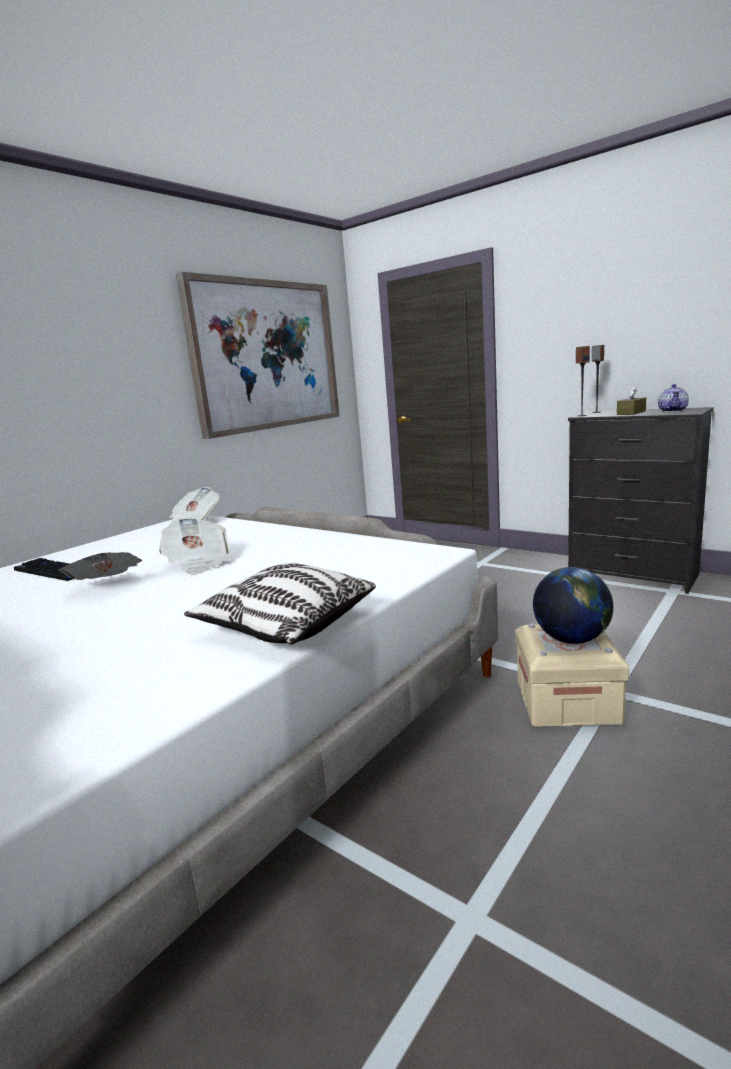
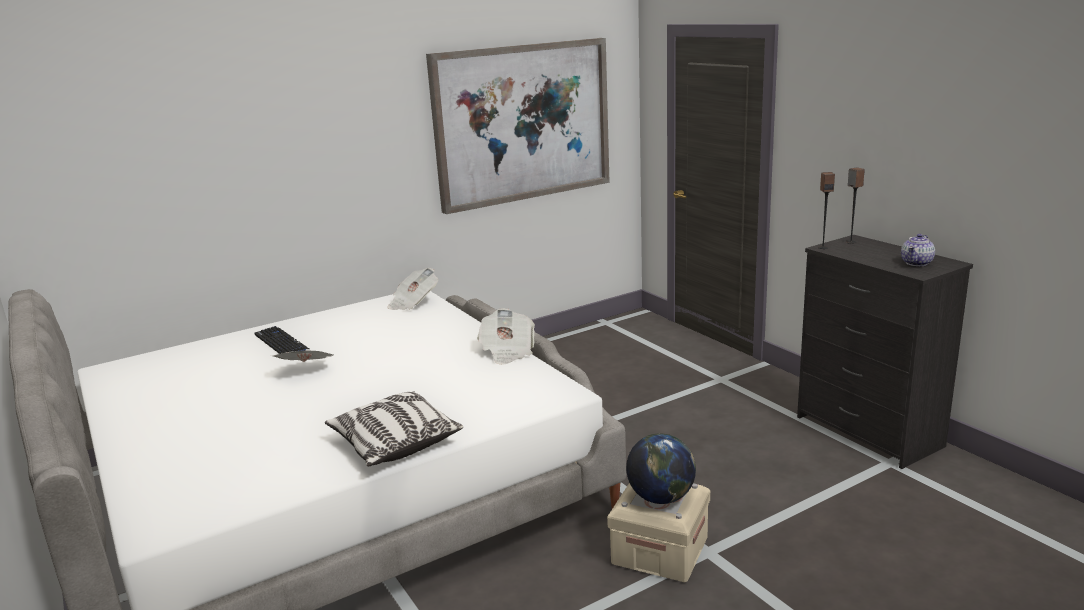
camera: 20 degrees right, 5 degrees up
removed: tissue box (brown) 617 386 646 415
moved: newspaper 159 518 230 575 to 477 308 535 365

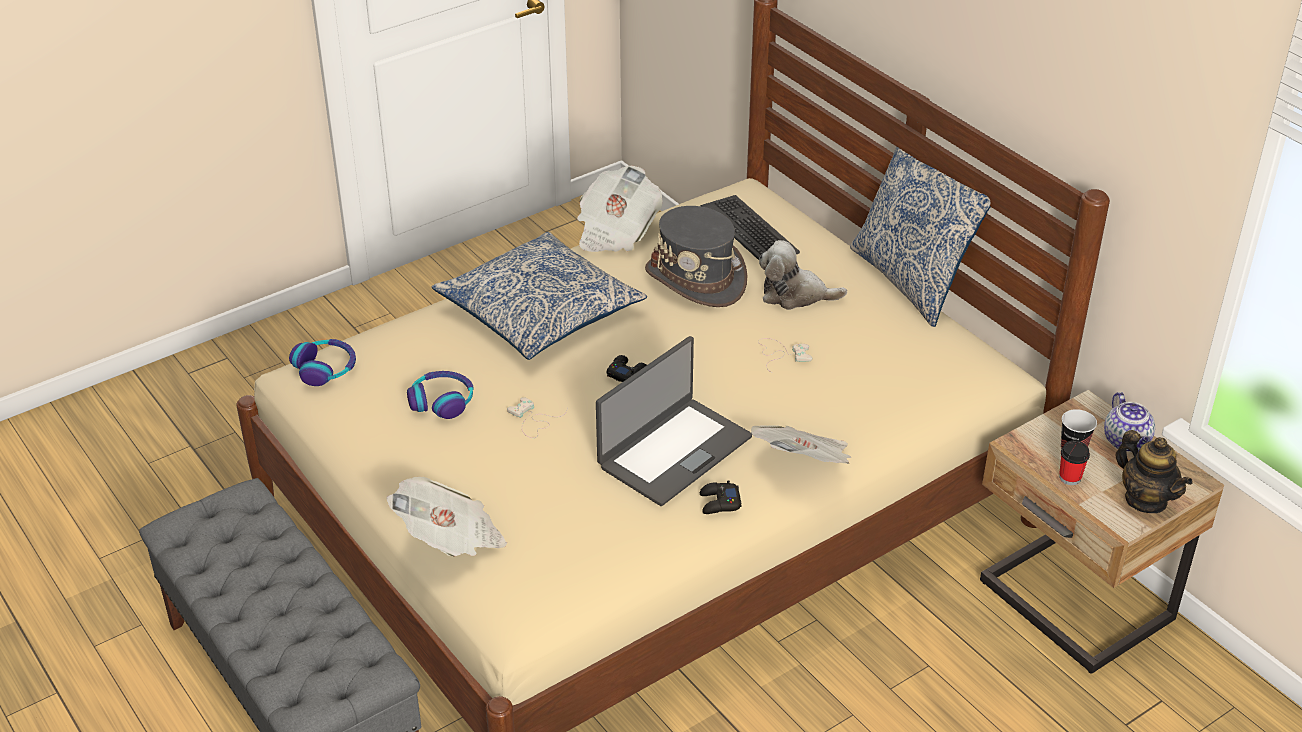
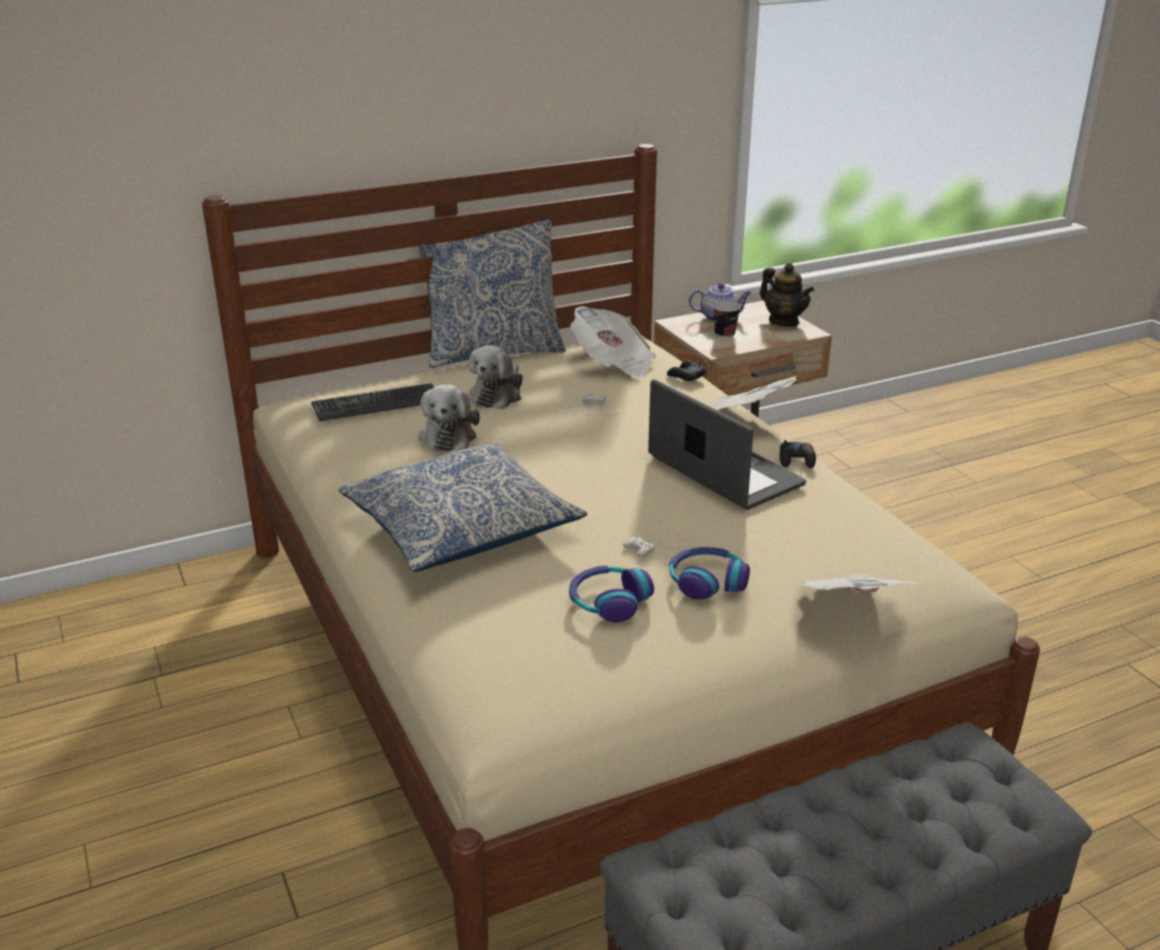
camera: 80 degrees left, 10 degrees down
removed: cup 1059 440 1090 485
moved: headphones 289 339 356 386 to 669 547 750 600; newspaper 577 165 663 252 to 570 306 657 379; game controller (black) 607 355 647 382 to 667 360 707 381
replaced: hat (grey) 645 206 747 307 to plush toy 418 385 480 451
turned: teapot 1116 430 1193 513 = 760 263 814 327 75 degrees clockwise

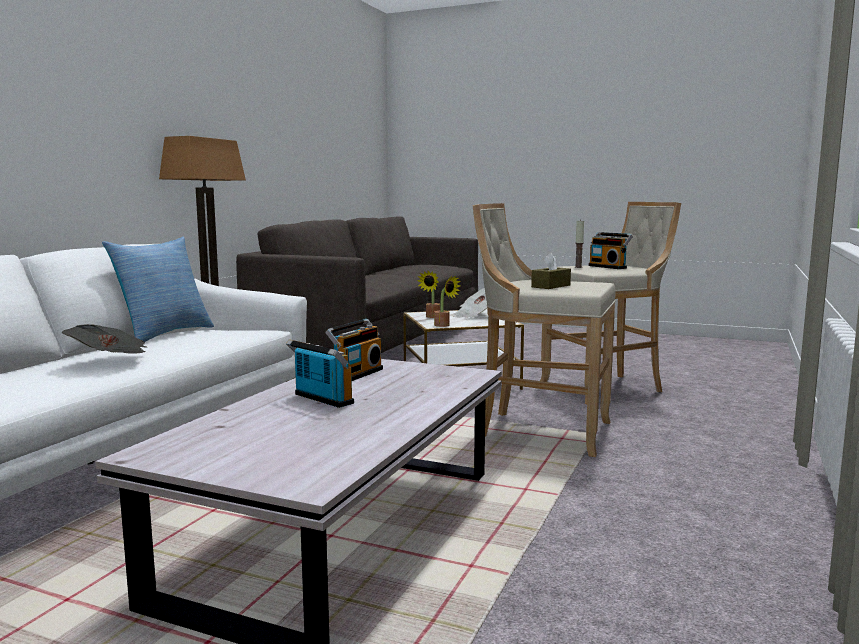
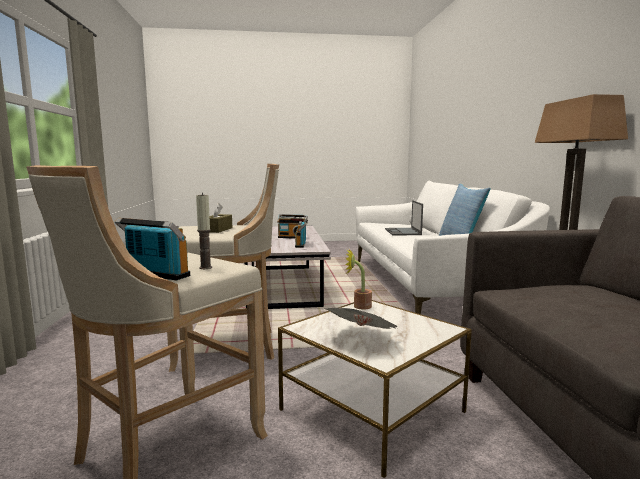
camera: 150 degrees right, 0 degrees up
removed: potted plant 417 271 440 318
replaced: newspaper 62 324 146 354 to laptop 385 200 423 235

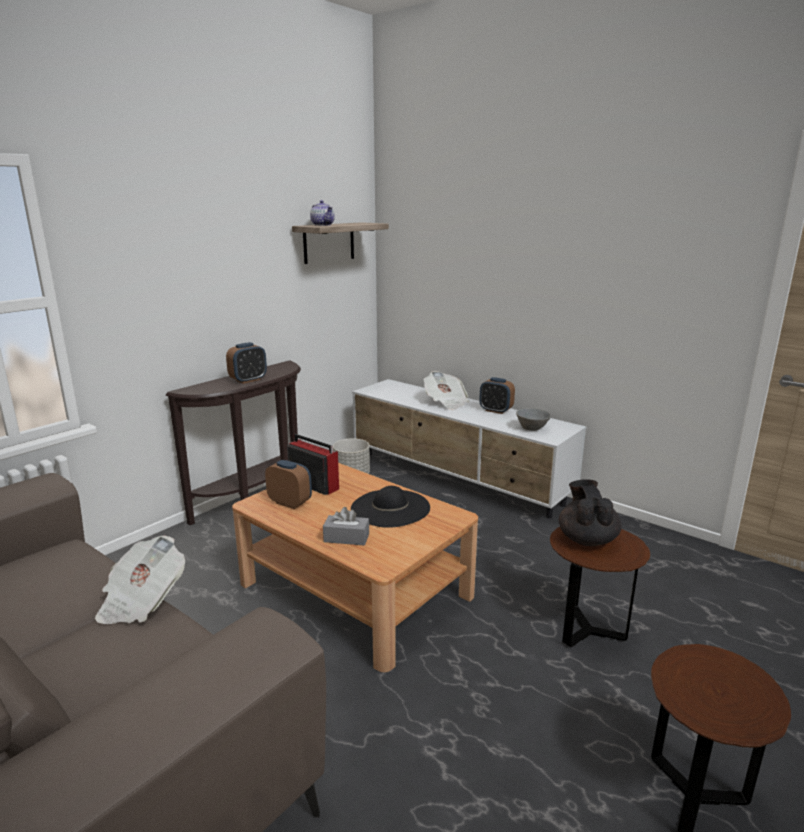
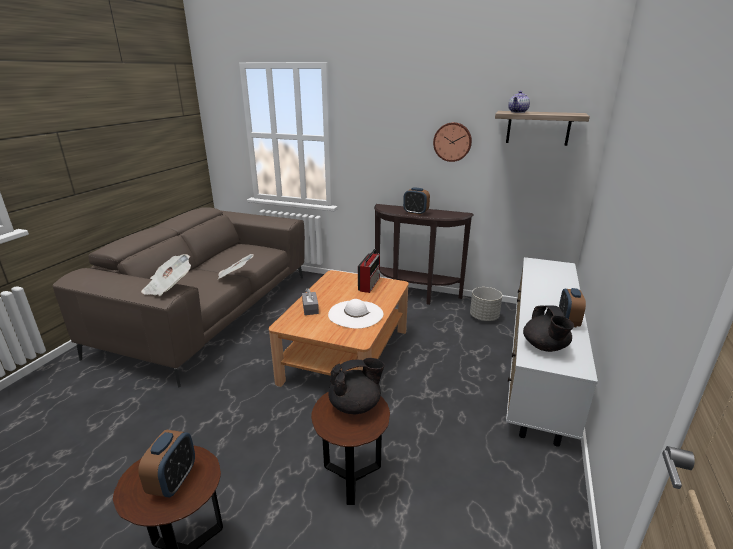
camera: 70 degrees right, 5 degrees up
added: wall clock 433 122 472 162
moved: alarm clock 265 460 312 509 to 138 430 195 497; newspaper 424 371 469 410 to 141 254 191 296
replaced: bowl (grey) 516 408 551 431 to teapot (black) 523 305 574 352
recoloured: hat (black) 351 486 430 528 to hat (white) 328 299 383 329

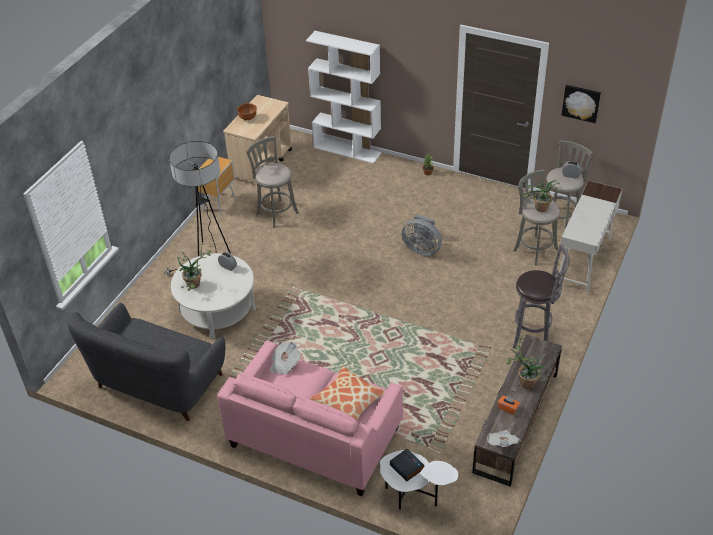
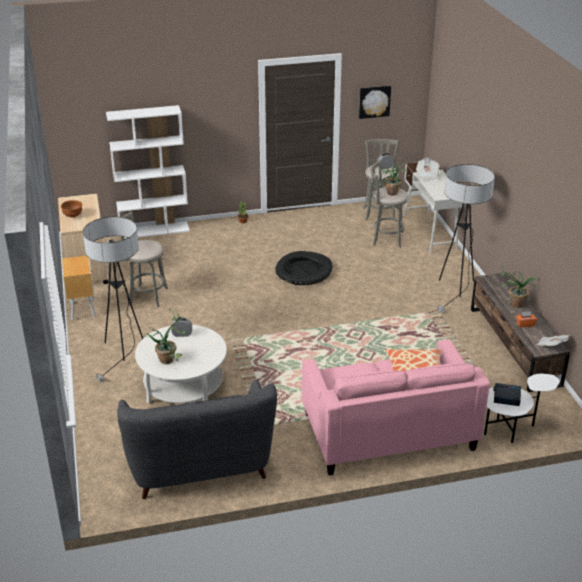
camera: 40 degrees left, 10 degrees down
moved: newspaper 270 342 301 375 to 416 158 440 182
replaced: fan (grey) 402 214 442 256 to dog bed (black) 275 251 333 285; stool (grey) 513 244 570 348 to floor lamp 438 164 495 313

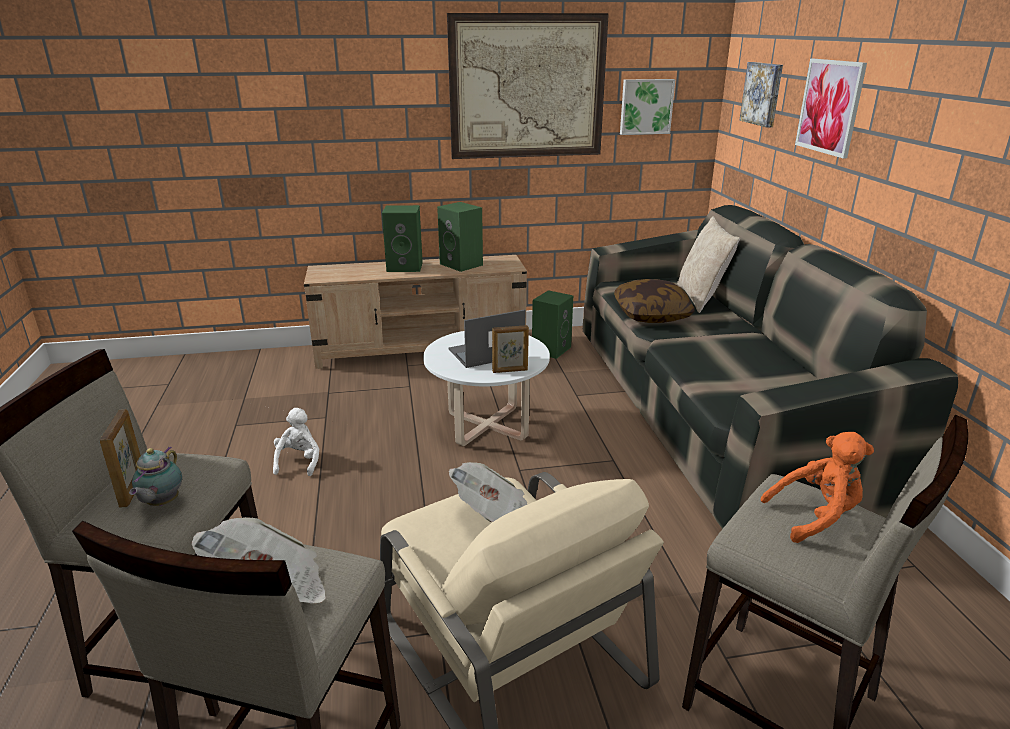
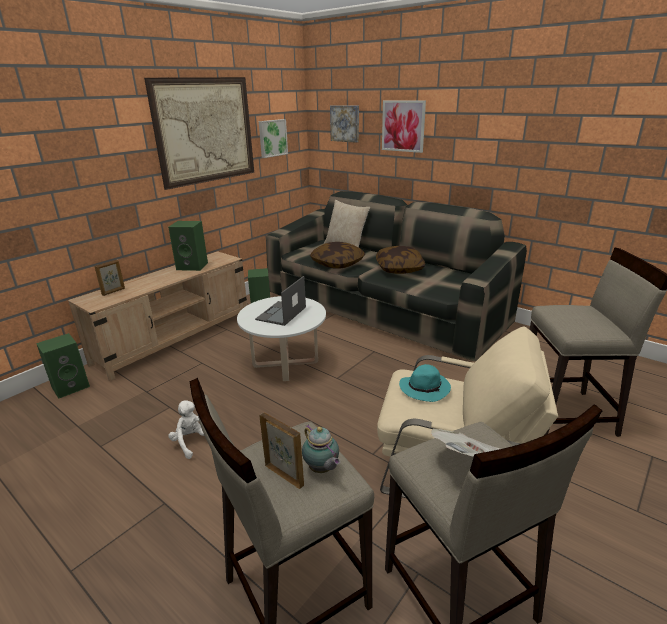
camera: 40 degrees left, 0 degrees up
removed: plush toy (orange) 760 432 874 543
added: pillow 376 246 425 274
moved: speaker (green) 382 205 423 272 to 36 333 90 399; picture frame 492 325 529 373 to 94 260 125 296
replaced: newspaper 449 462 527 522 to hat (turquoise) 399 364 451 402

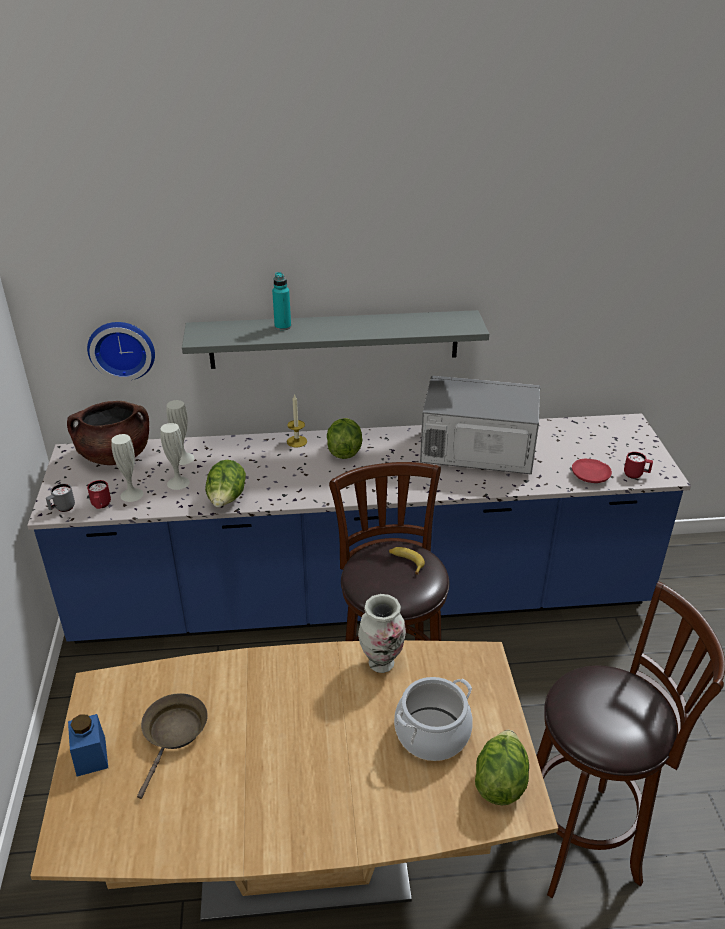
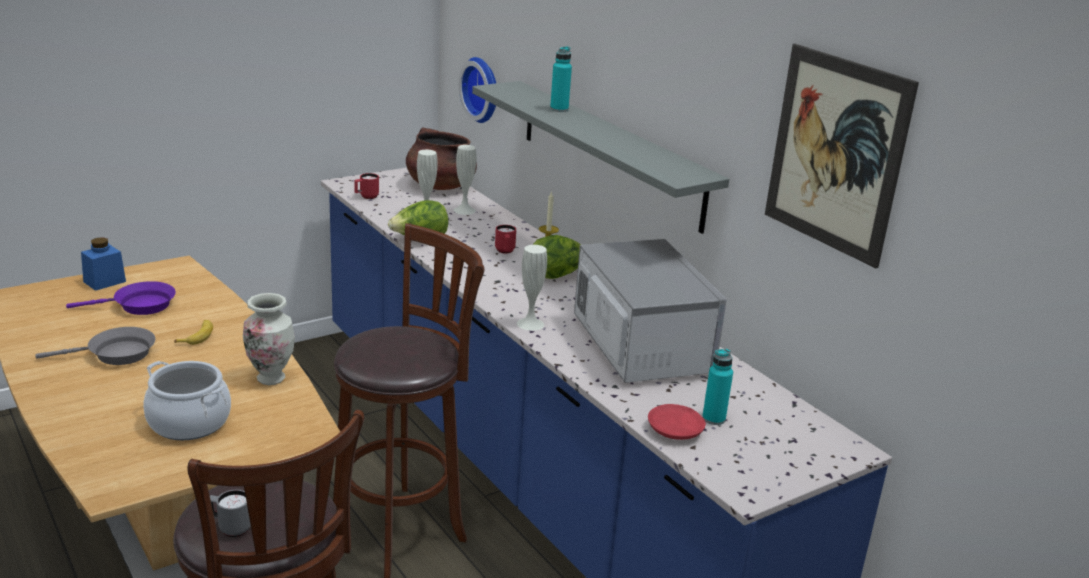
camera: 60 degrees right, 10 degrees down
removed: lettuce 475 730 529 805
added: frying pan (grey) 35 327 155 365; bottle (turquoise) 702 349 733 425; picture 765 44 919 268
moved: mug (grey) 46 483 75 512 to 210 490 251 537; vase (white) 111 434 143 502 to 517 245 547 331; banana 389 547 425 575 to 174 320 213 345; mug (red) 624 452 653 479 to 495 225 516 253
recoloured: frying pan (brown) 137 693 208 799 to frying pan (purple) 66 281 176 315

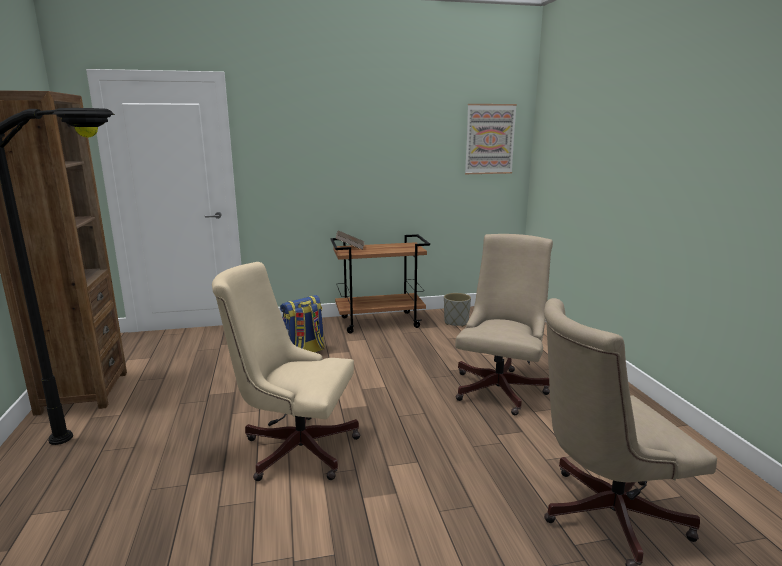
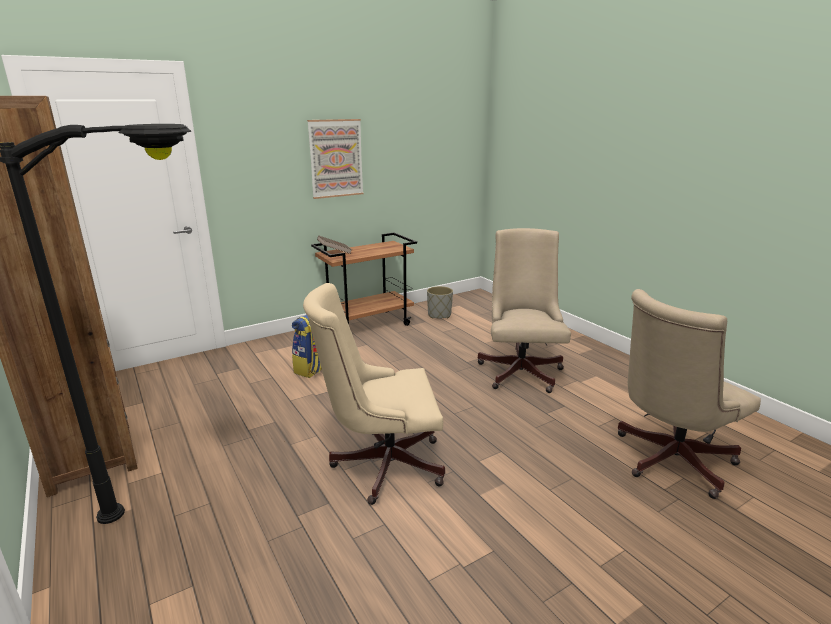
camera: 20 degrees left, 5 degrees up
moved: picture 465 104 517 174 to 307 119 364 199

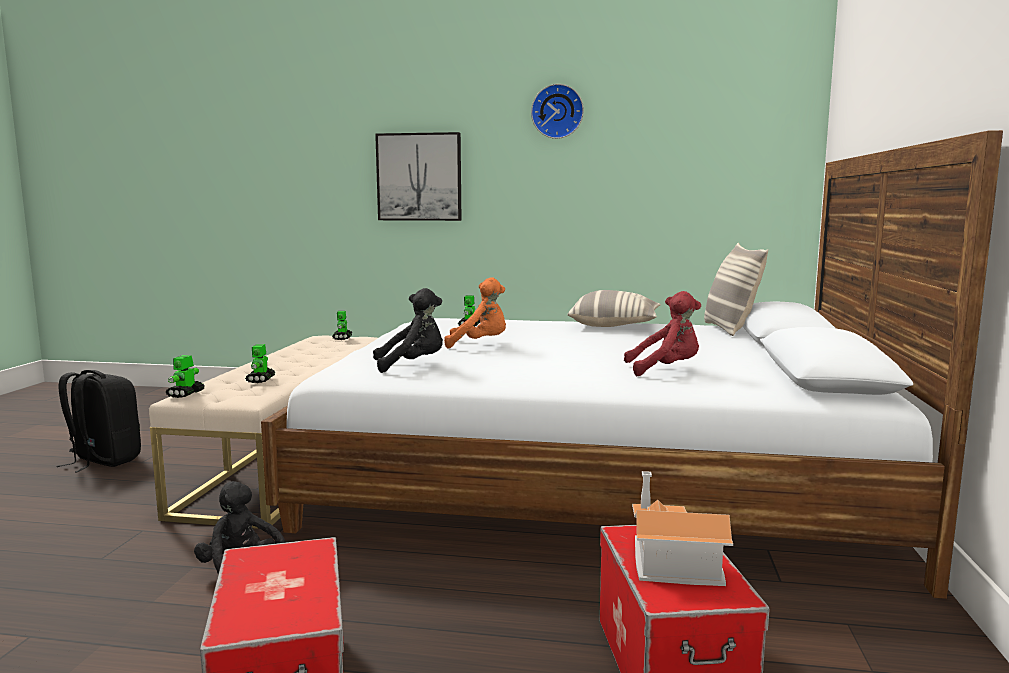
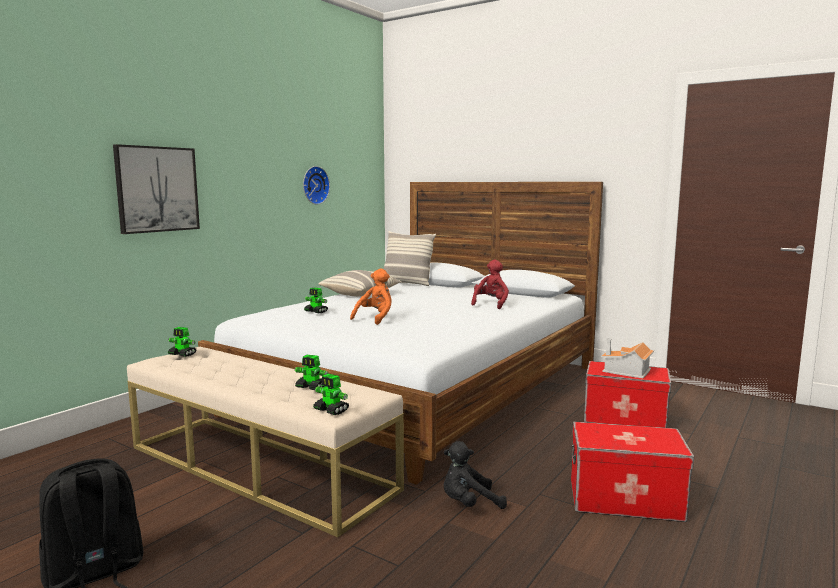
camera: 65 degrees left, 0 degrees up
removed: plush toy (black) 373 288 443 373
moved: wall clock 531 84 584 139 to 303 166 330 205

